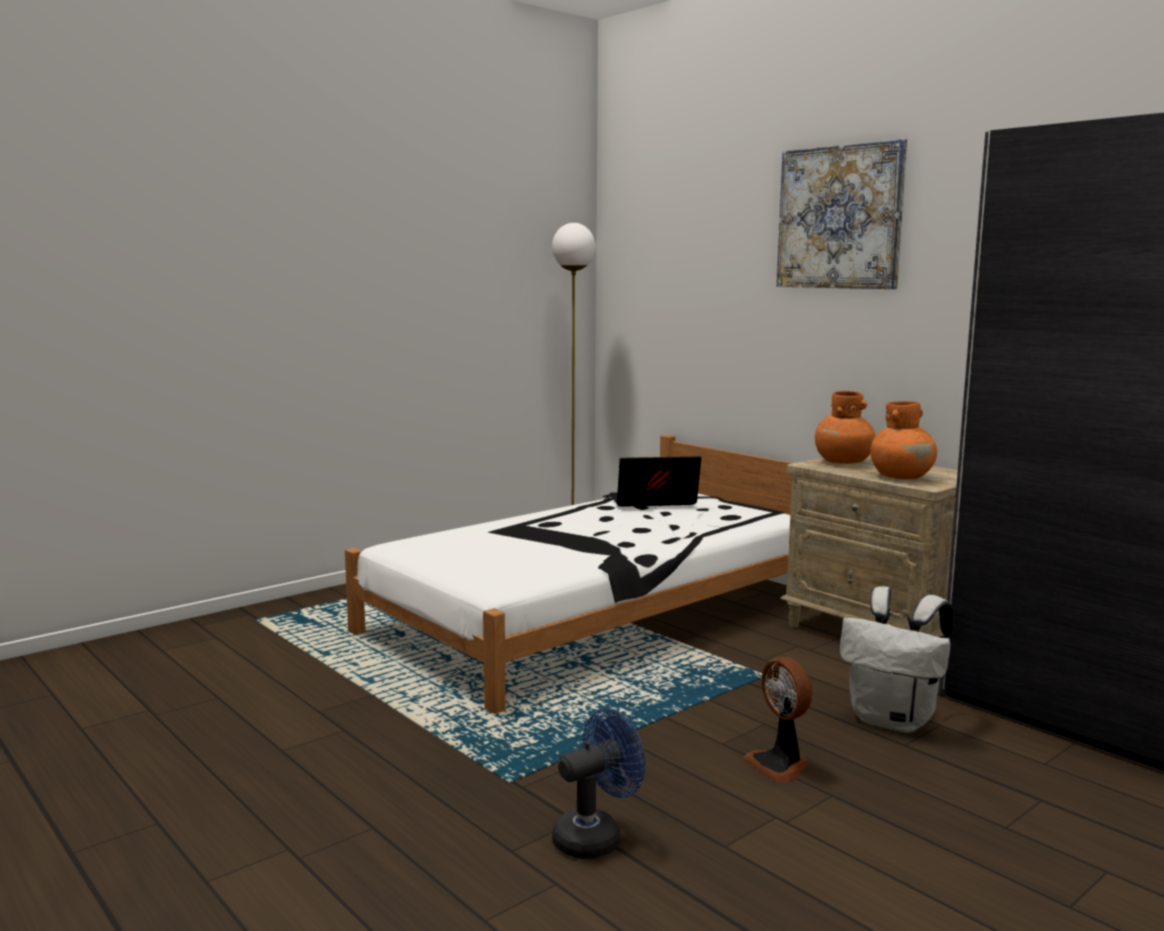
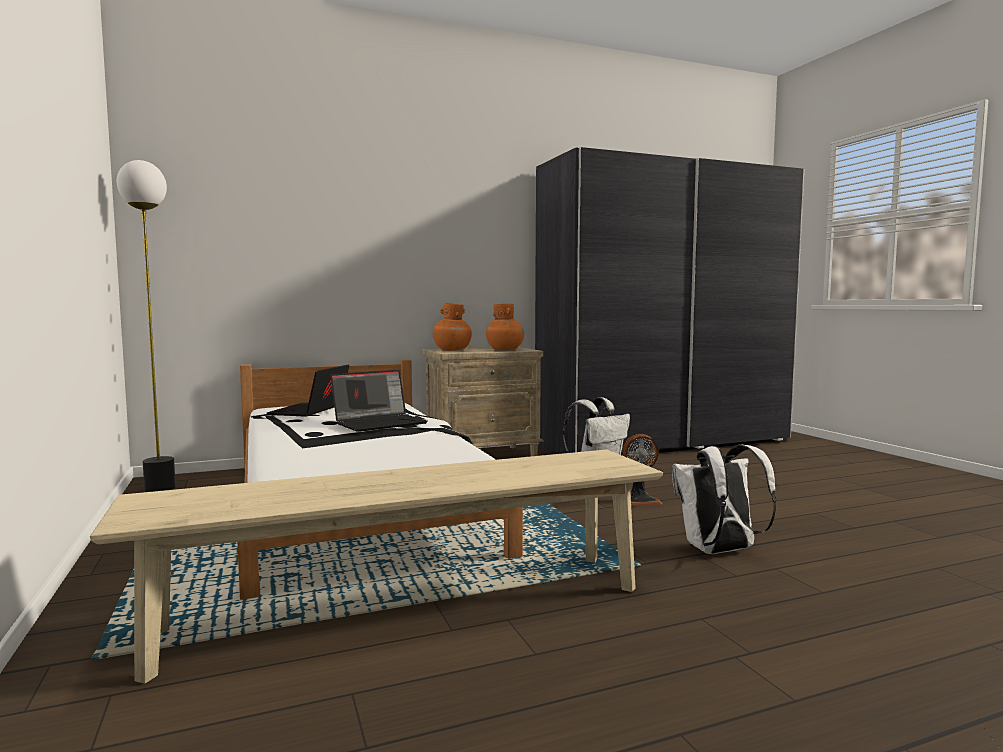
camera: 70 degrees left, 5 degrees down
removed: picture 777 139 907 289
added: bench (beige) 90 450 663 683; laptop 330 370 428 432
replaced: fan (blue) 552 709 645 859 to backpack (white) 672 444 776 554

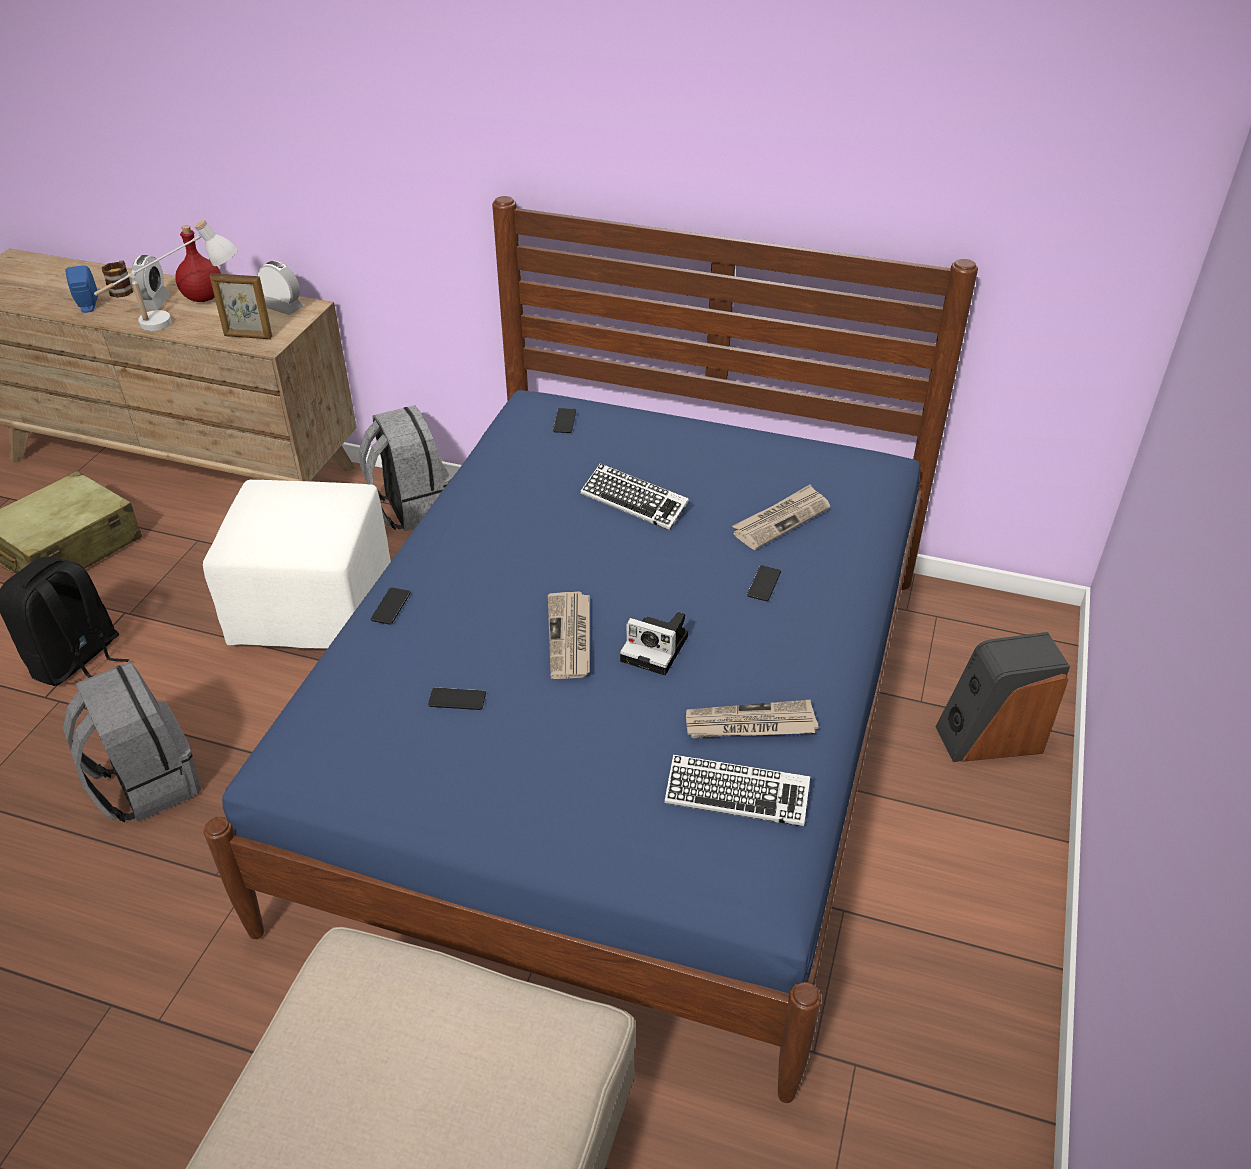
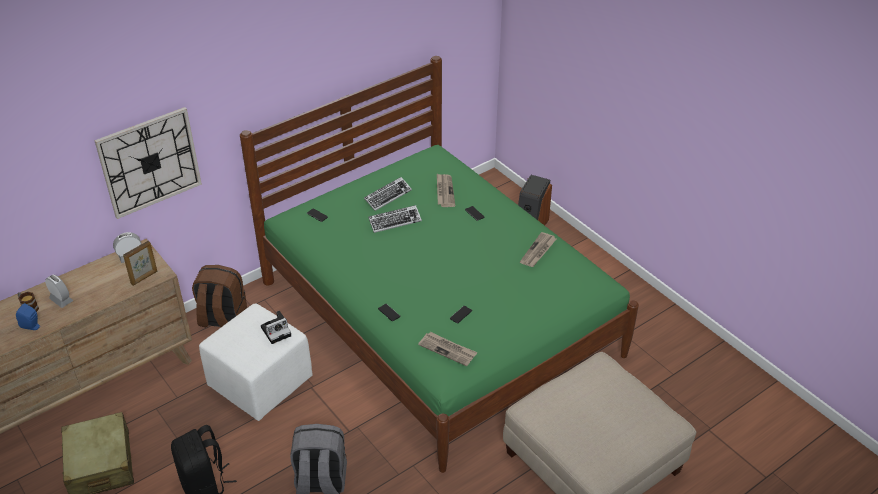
camera: 55 degrees left, 0 degrees up
removed: table lamp (white) 94 220 238 331; bottle (red) 175 225 221 302
added: wall clock 94 107 202 219
moved: newspaper 548 591 590 679 to 418 332 477 366; photo camera 620 612 688 675 to 261 311 291 344; keyboard 665 754 810 827 to 364 177 412 211
recoloured: bed (blue) 203 196 978 1103 to bed (green) 240 56 639 473; backpack (grey) 359 405 451 531 to backpack (brown) 192 265 247 327

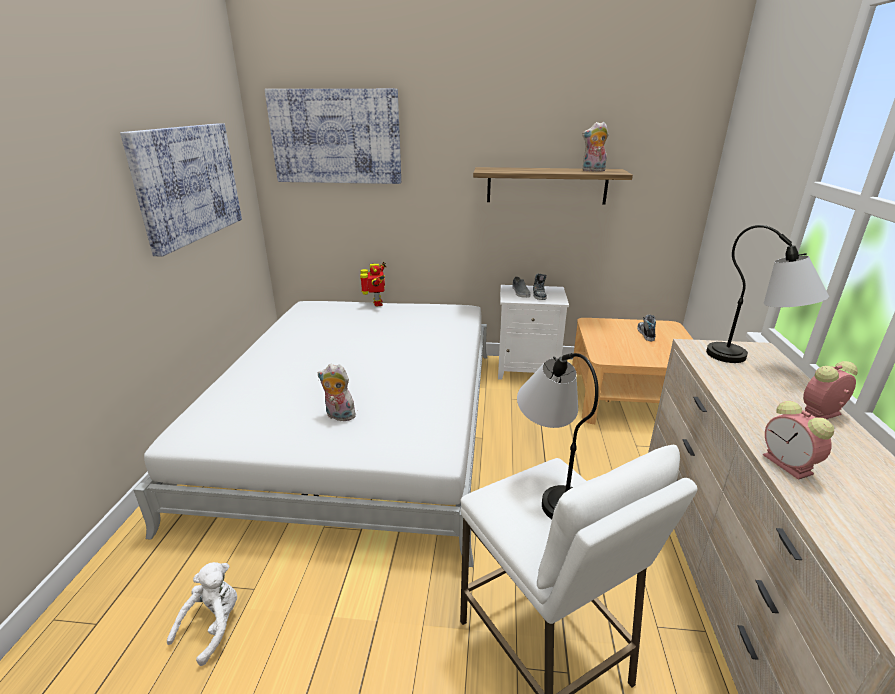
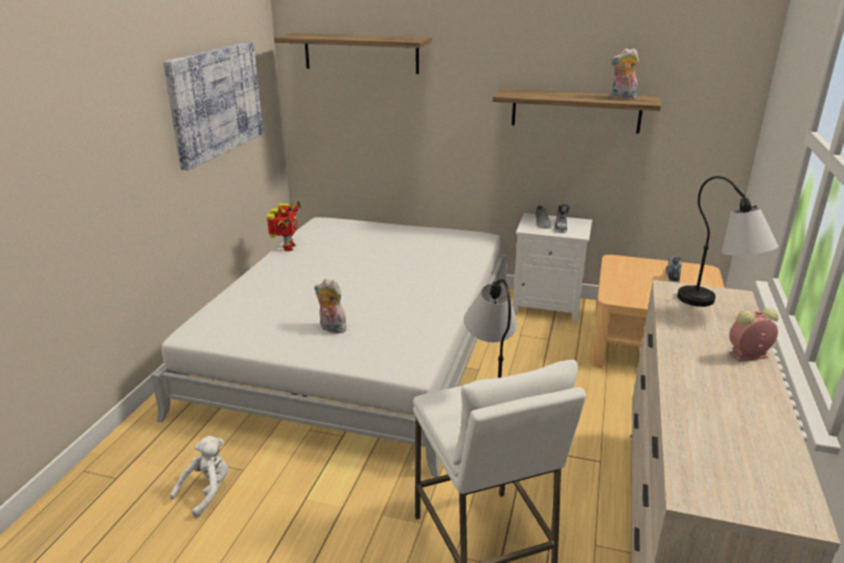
camera: 10 degrees right, 0 degrees up
removed: alarm clock 763 401 834 480
moved: toy robot 360 262 386 306 to 266 201 301 251
replaced: picture 265 89 401 184 to shelf 274 33 432 74

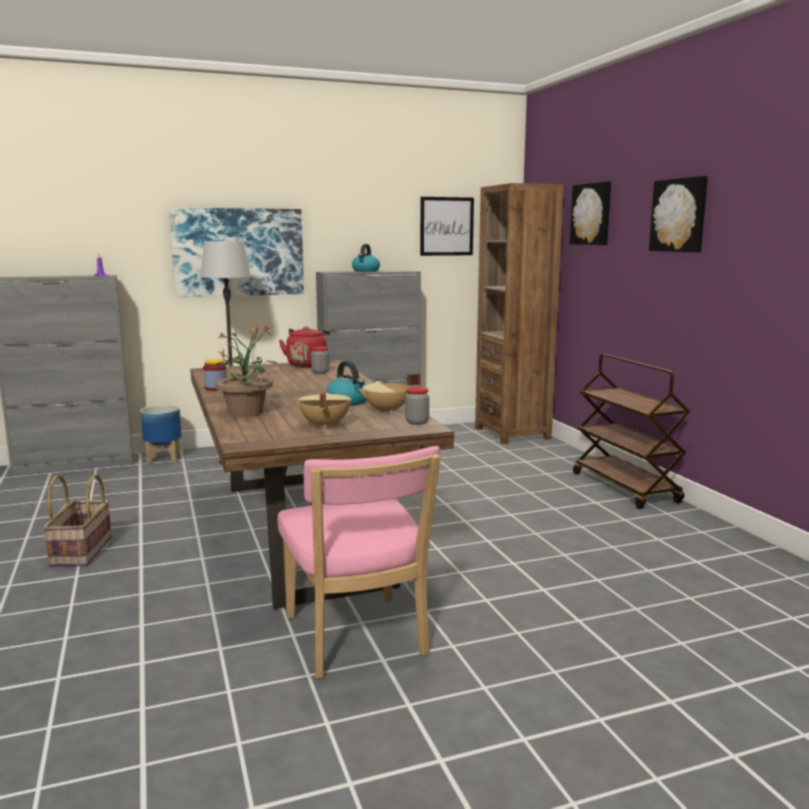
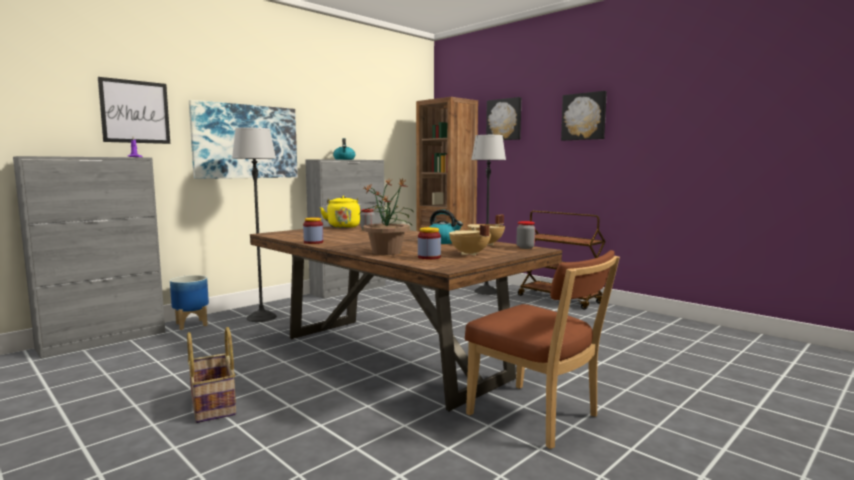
camera: 25 degrees left, 5 degrees down
added: jar 418 227 441 259; floor lamp 471 135 506 295
moved: picture 420 197 474 256 to 98 77 170 144
recoloured: chair (pink) 277 446 441 678 to chair (brown) 465 250 620 449; kettle (red) 279 327 330 367 to kettle (yellow) 320 196 360 228

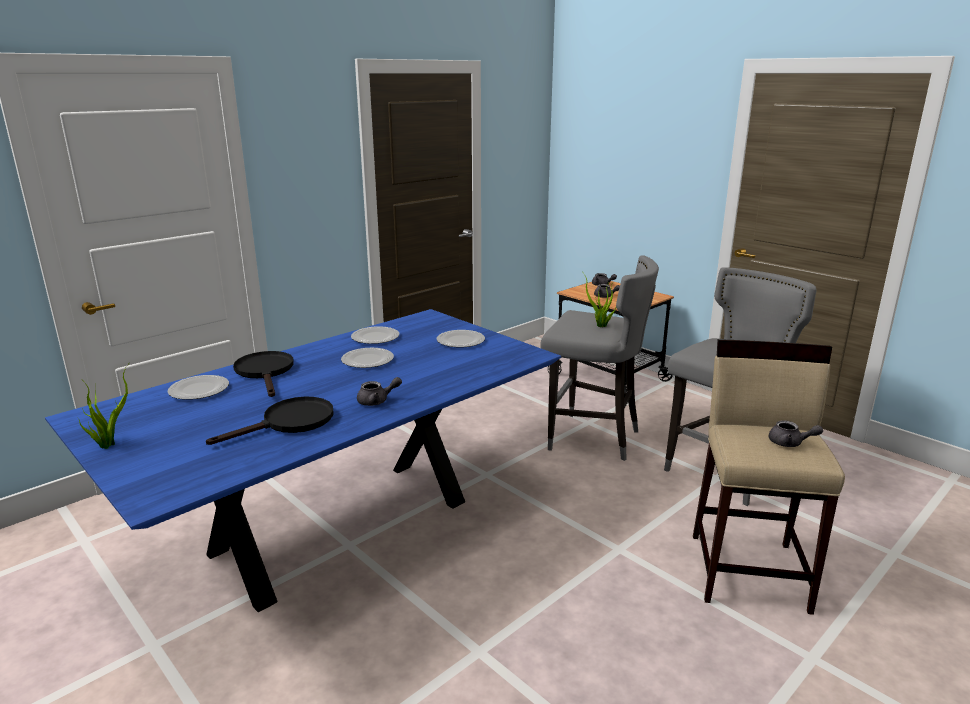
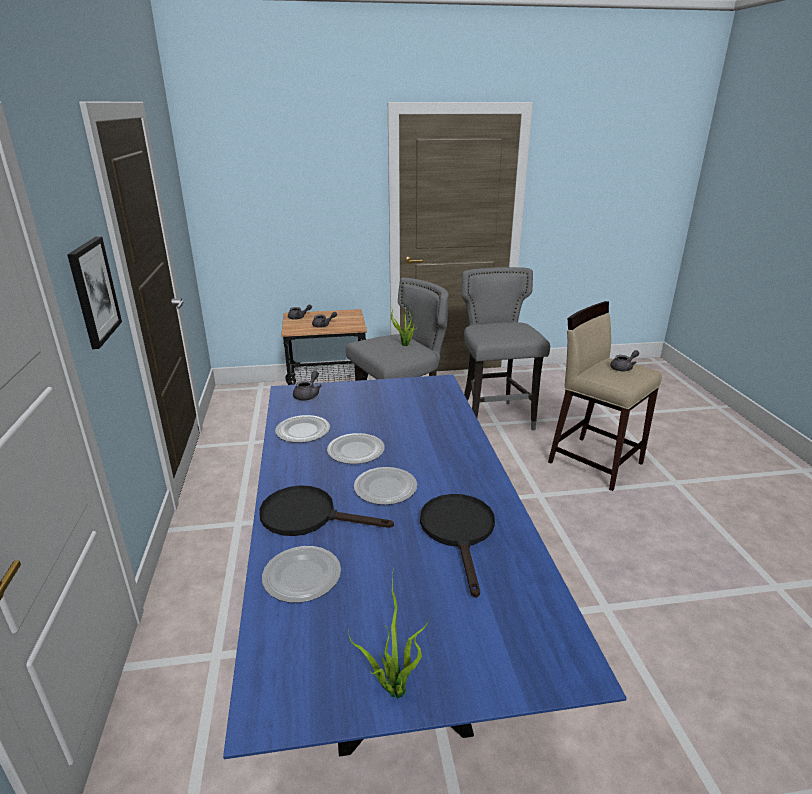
camera: 55 degrees left, 5 degrees up
added: picture 67 237 122 349
moved: teapot (grey) 357 377 402 406 to 293 371 322 401; plate 437 330 485 347 to 354 467 417 505

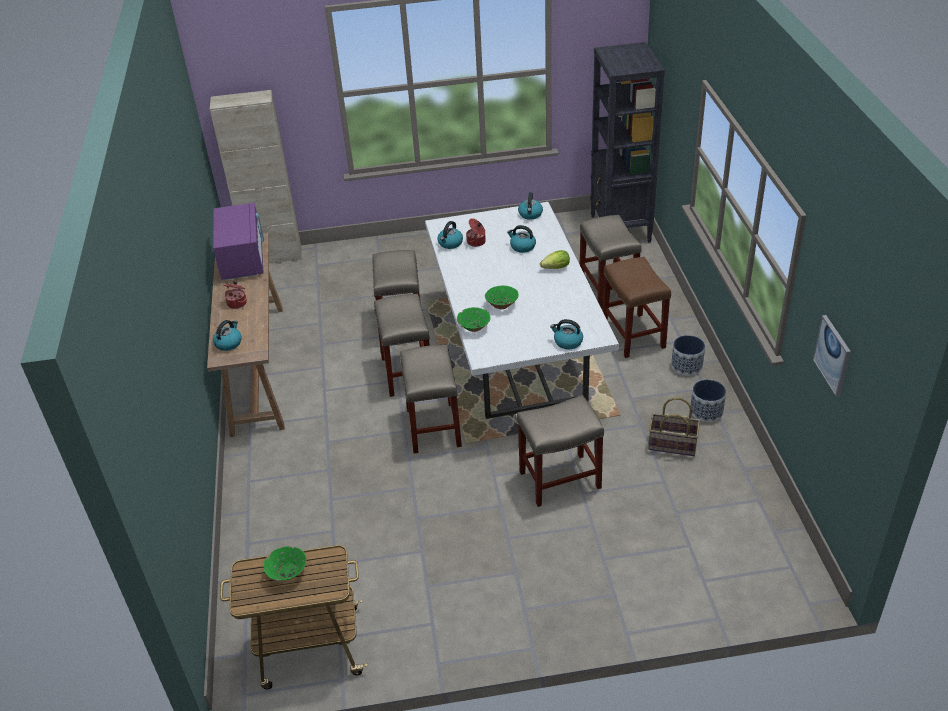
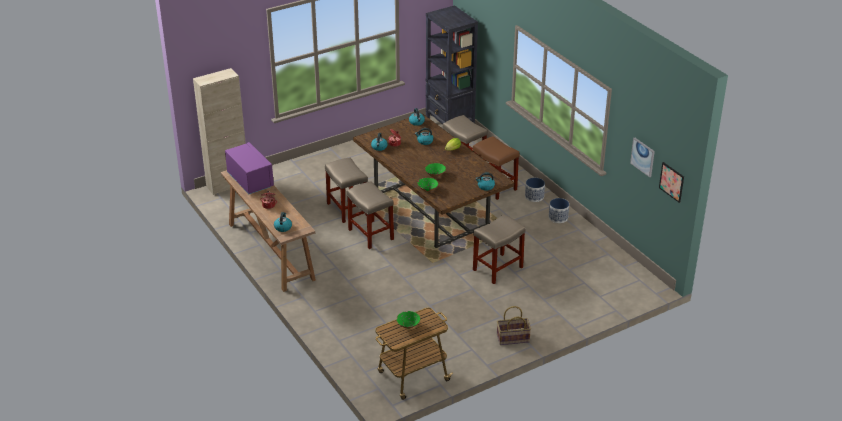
camera: 25 degrees left, 5 degrees down
removed: stool (beige) 400 345 462 454
added: picture 659 162 684 203
moved: basket 648 397 700 456 to 497 306 531 345
recoloured: dining table (white) 425 202 619 419 to dining table (brown) 353 113 514 248

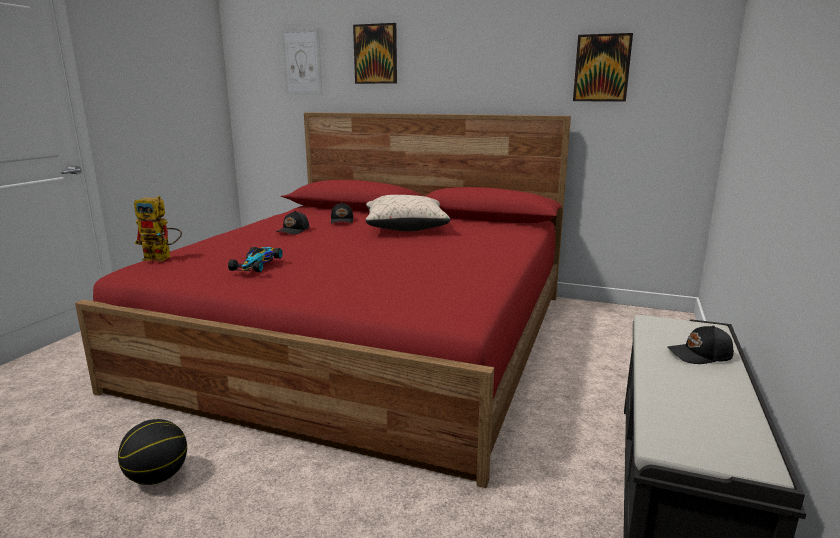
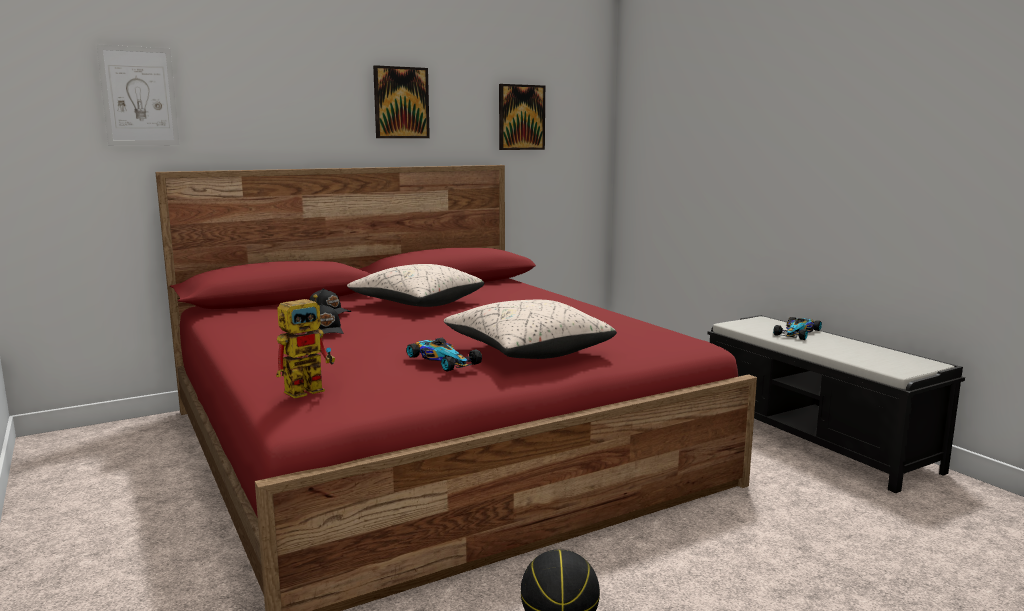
camera: 50 degrees left, 5 degrees down
added: pillow (beige) 444 300 617 359
moved: picture 353 23 397 84 to 373 65 430 138
replaced: cap (black) 668 325 734 364 to toy car 773 317 822 340

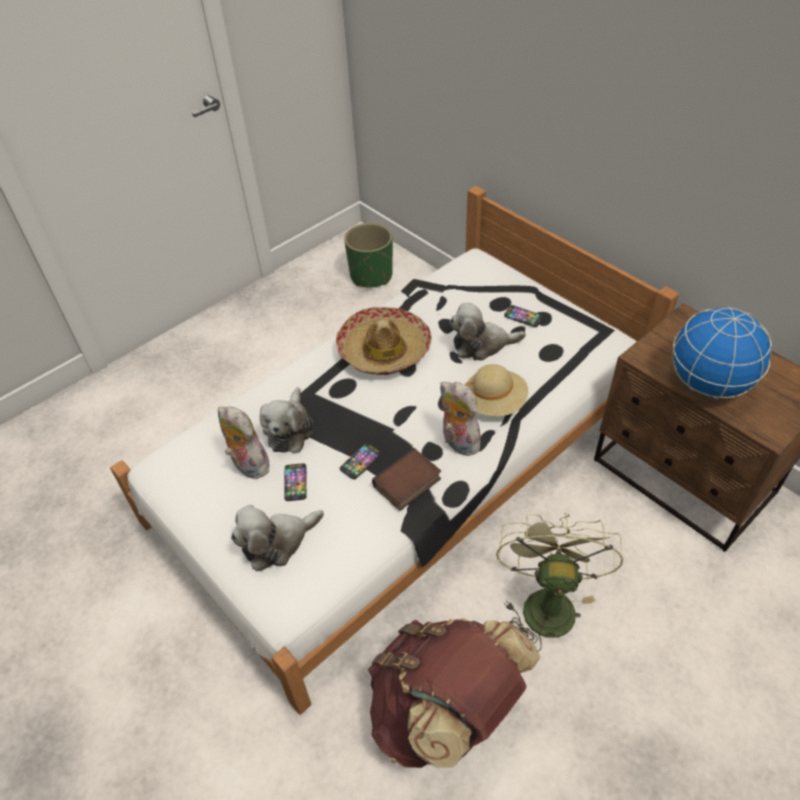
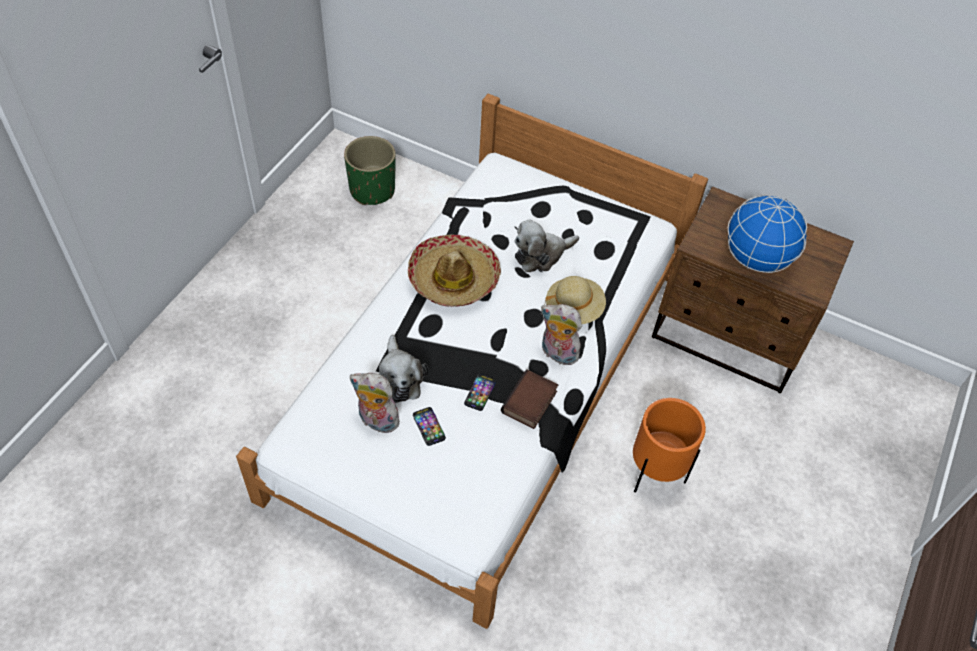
camera: 25 degrees left, 5 degrees up
removed: plush toy 231 505 324 571; backpack (brown) 368 618 541 768; phone 504 305 543 327
replaced: fan (green) 496 513 623 652 to planter (orange) 633 398 706 493

